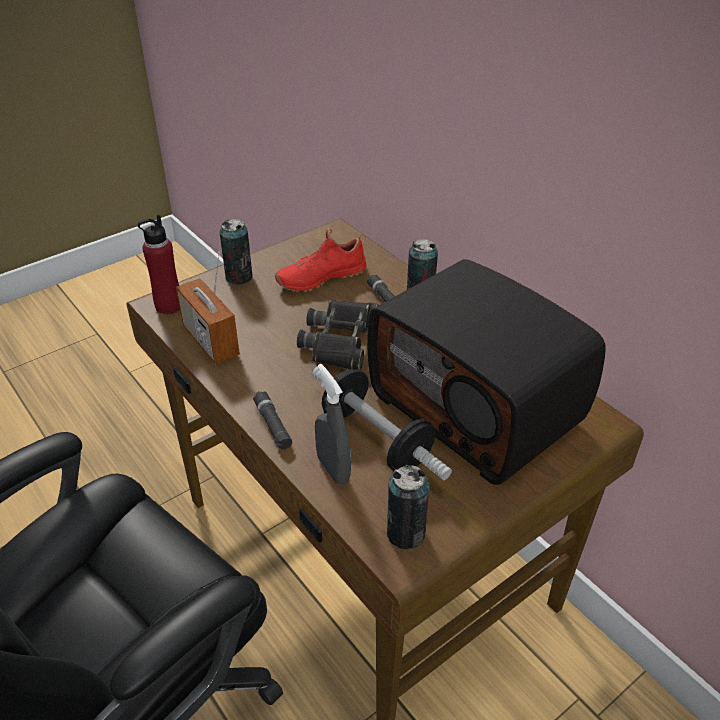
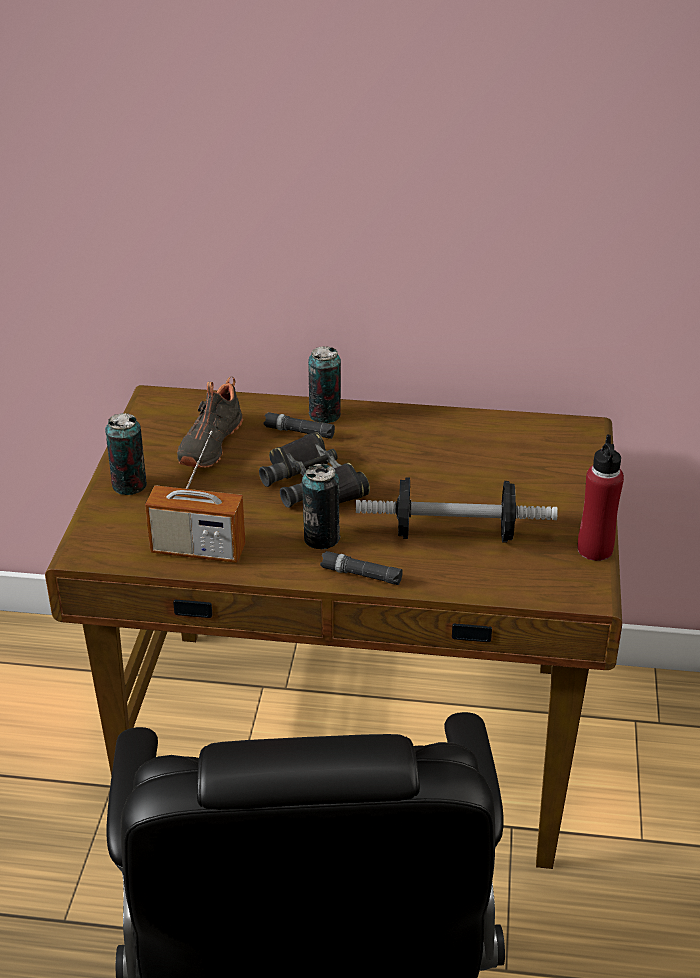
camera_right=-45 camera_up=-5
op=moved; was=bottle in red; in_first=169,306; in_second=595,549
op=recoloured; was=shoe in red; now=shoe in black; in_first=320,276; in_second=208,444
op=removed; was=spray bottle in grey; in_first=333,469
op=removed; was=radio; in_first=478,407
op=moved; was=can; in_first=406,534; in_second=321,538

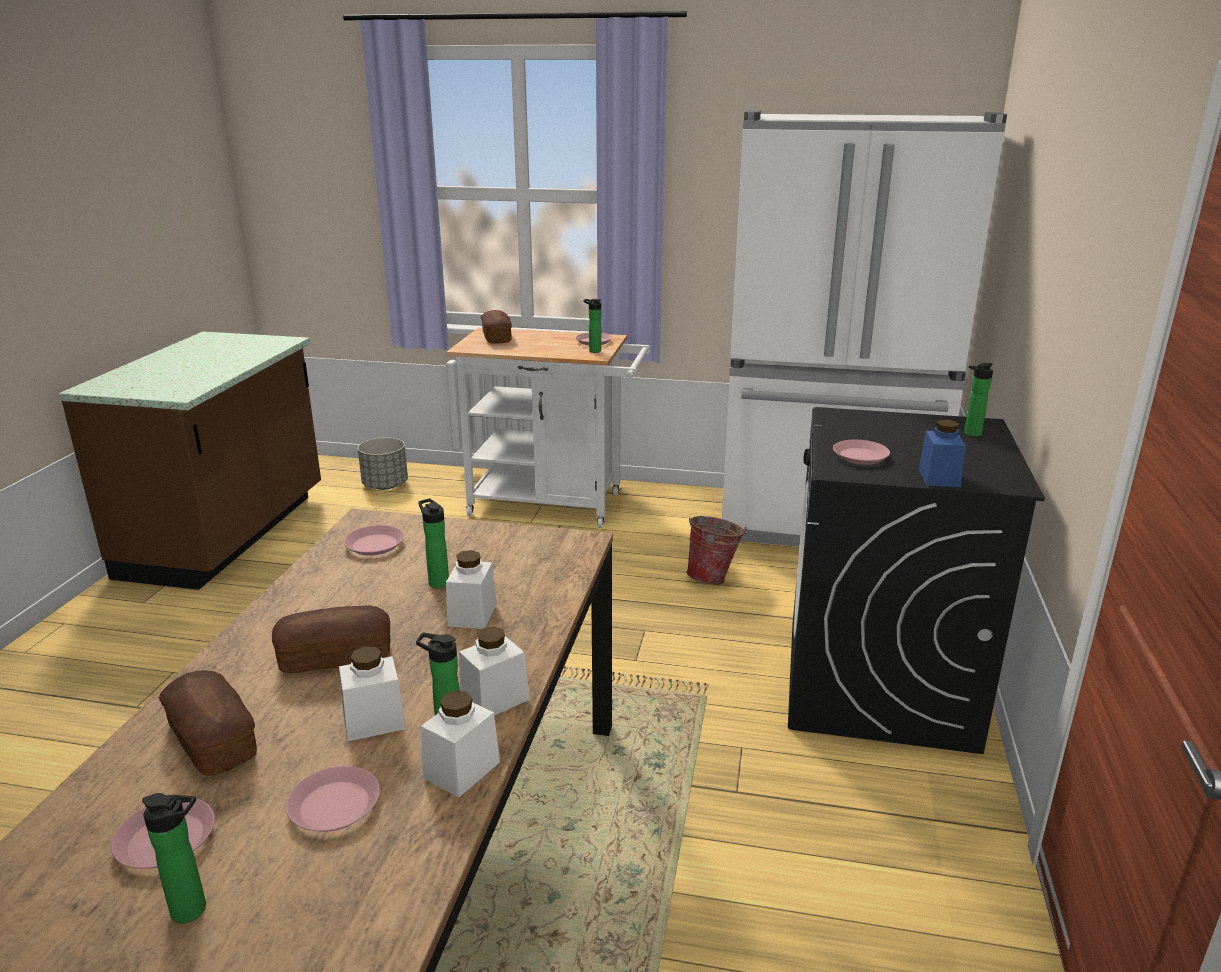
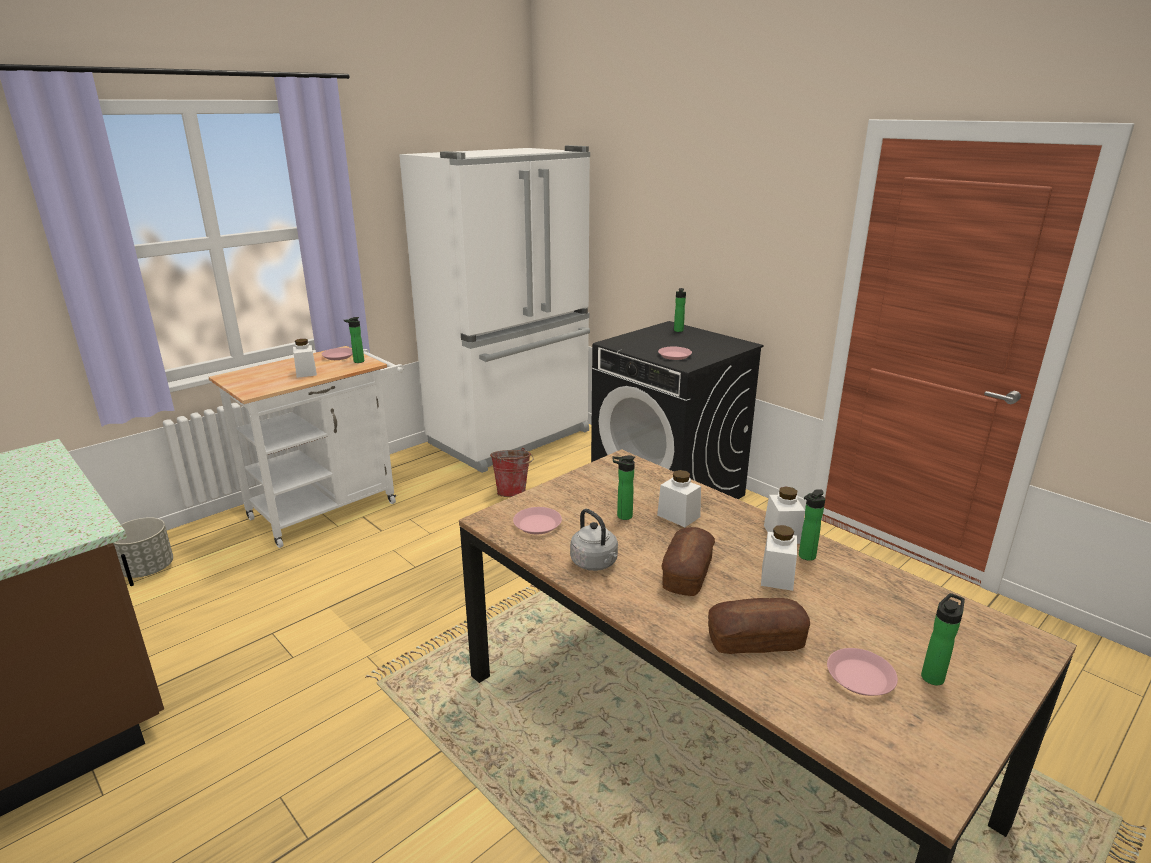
camera_right=-55 camera_up=0
op=removed; was=plate in pink; in_first=335,806
op=moved; was=jar in white; in_first=461,770; in_second=306,372
op=removed; was=bread; in_first=496,337
op=removed; was=jar in blue; in_first=939,478
op=added; now=kettle in grey; in_second=595,563

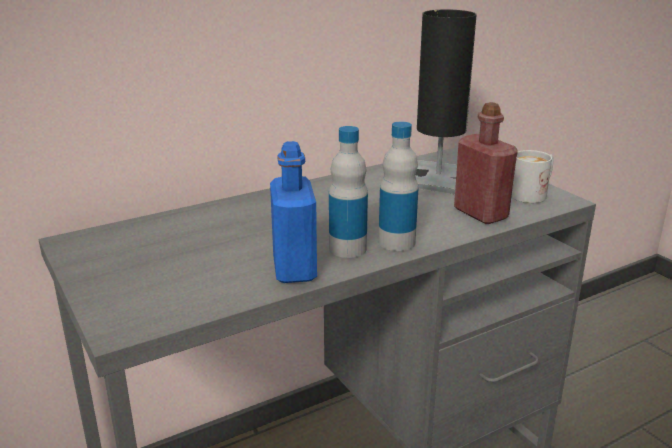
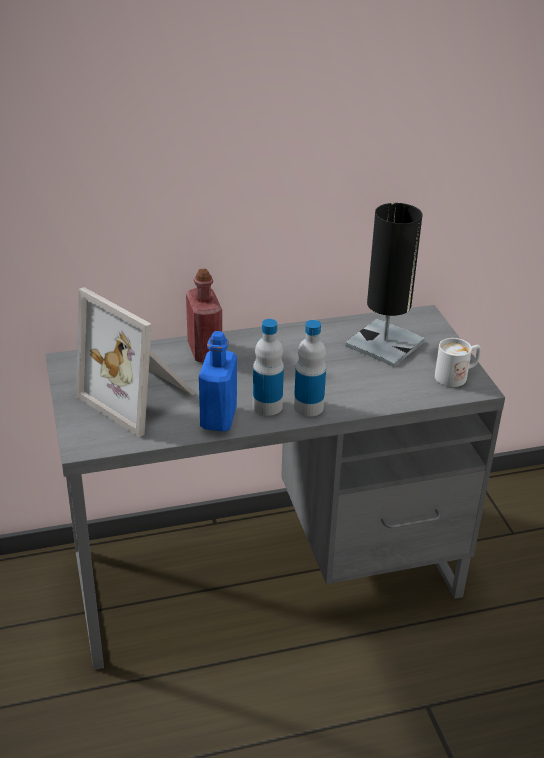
camera_right=15 camera_up=10
op=moved; was=bottle in red; in_first=480,213; in_second=204,351
op=added; now=picture frame; in_second=141,396

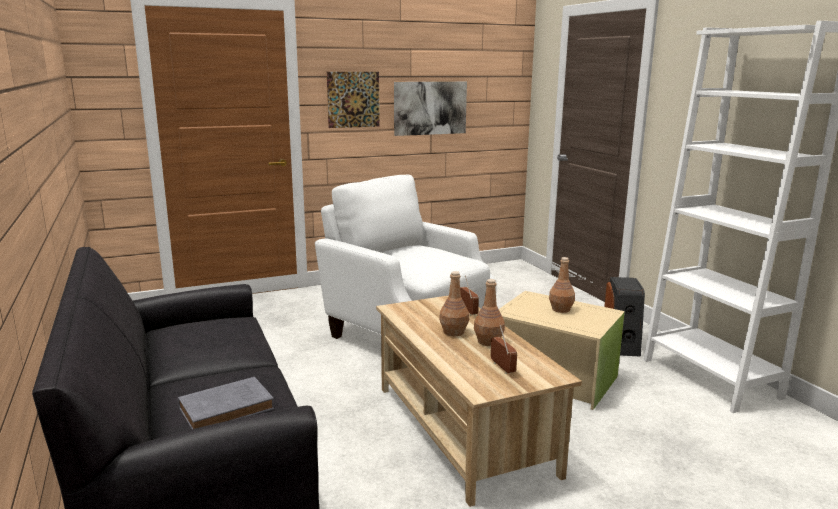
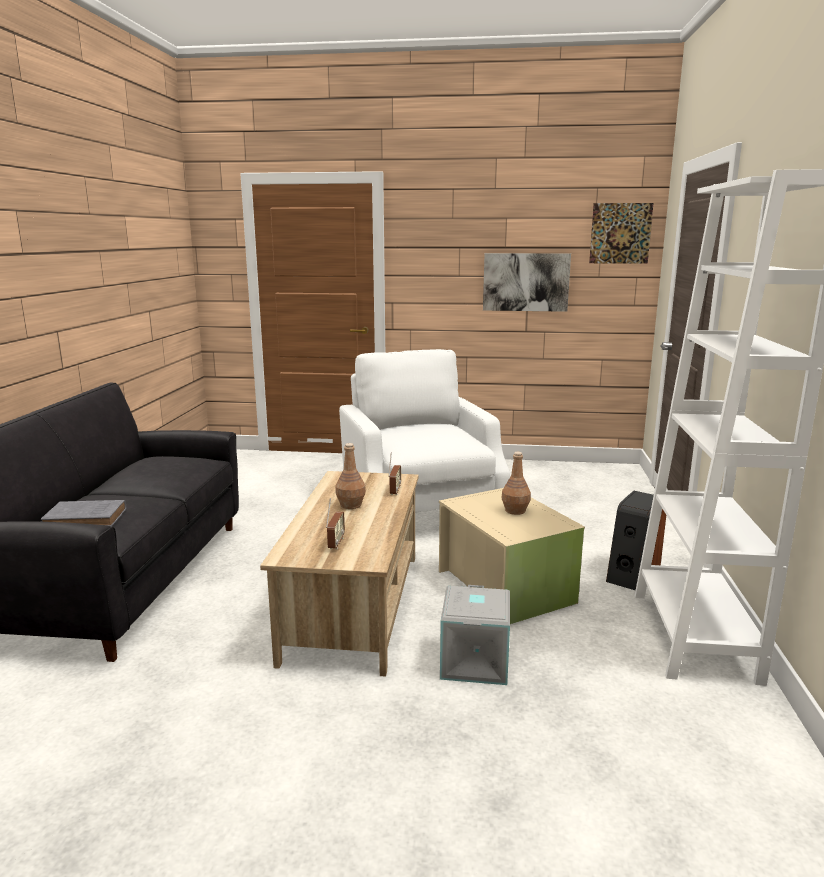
camera_right=30 camera_up=0
op=moved; was=picture; in_first=353,99; in_second=620,233
op=removed; was=bottle in brown; in_first=488,342
op=added; now=storage box in grey; in_second=476,662

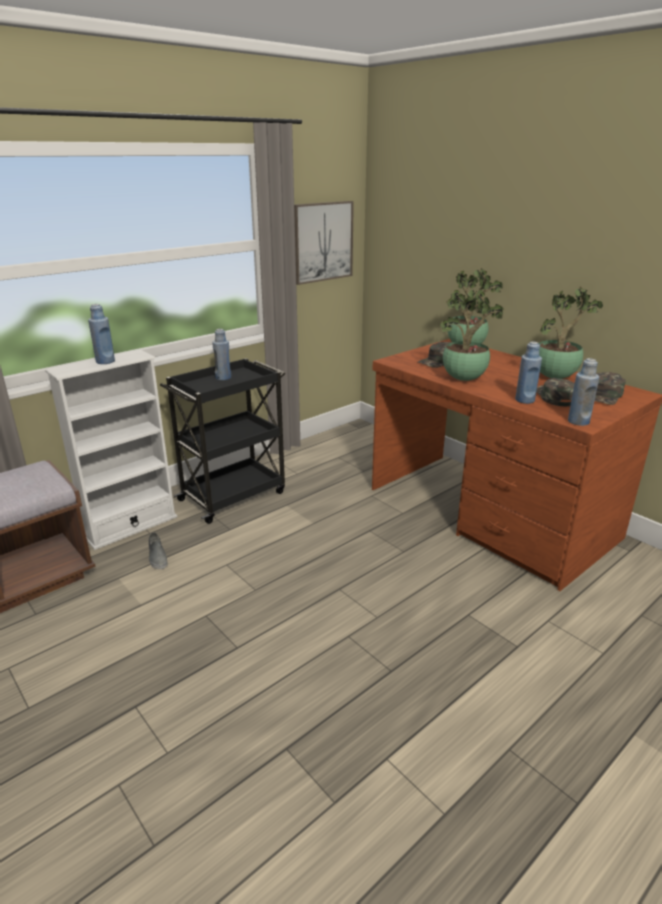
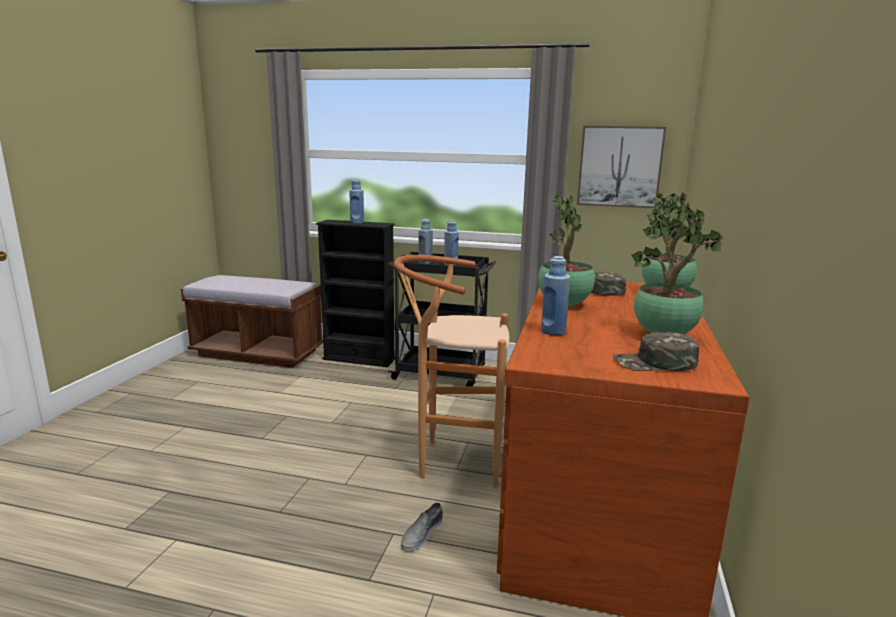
camera_right=55 camera_up=-10
op=recoloured; was=bookcase in white; now=bookcase in black; in_first=131,526; in_second=359,359
op=moved; was=shoe in grey; in_first=157,556; in_second=421,534
op=removed; was=cap in green; in_first=555,397
op=moved; was=bottle in blue; in_first=578,421; in_second=425,262
op=added; now=stool in brown; in_second=452,461

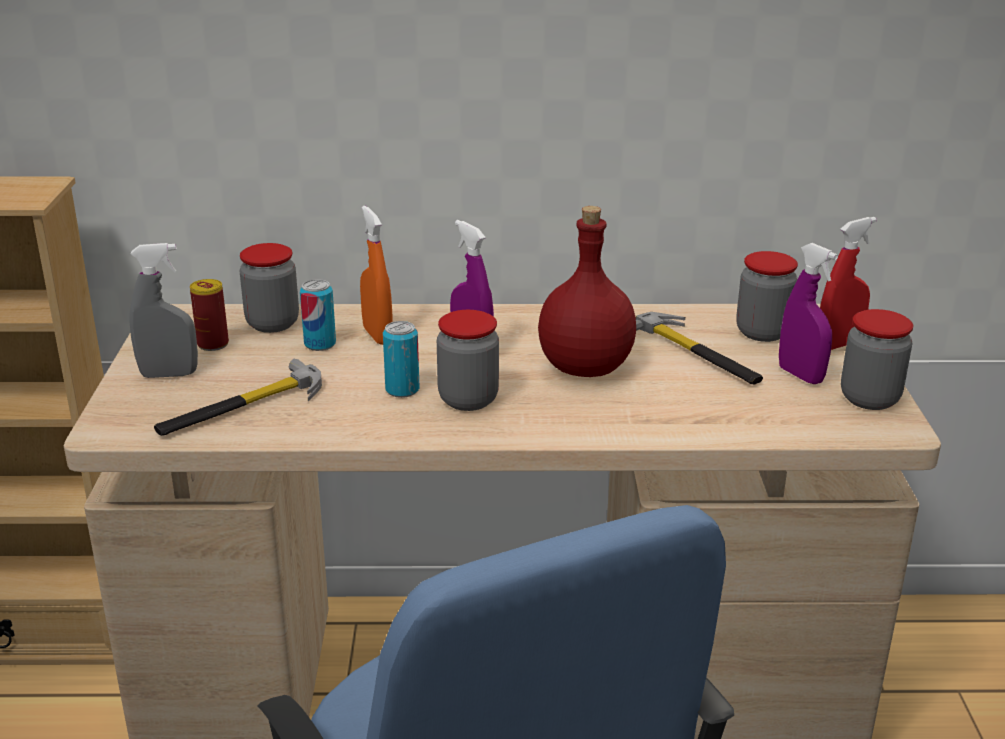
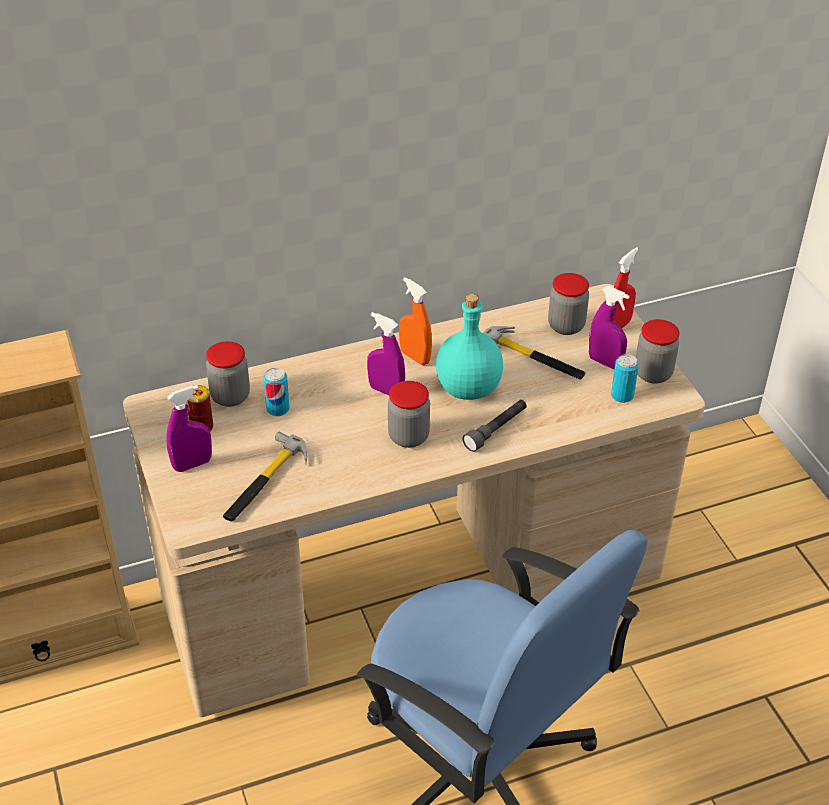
camera_right=-20 camera_up=15
op=recoloured; was=spray bottle in grey; now=spray bottle in purple; in_first=169,374; in_second=192,464
op=moved; was=spray bottle in orange; in_first=377,335; in_second=415,357
op=moved; was=can; in_first=402,390; in_second=622,395
op=recoloured; was=bottle in red; now=bottle in turquoise; in_first=583,367; in_second=467,388
op=added; now=flashlight in grey; in_second=496,430

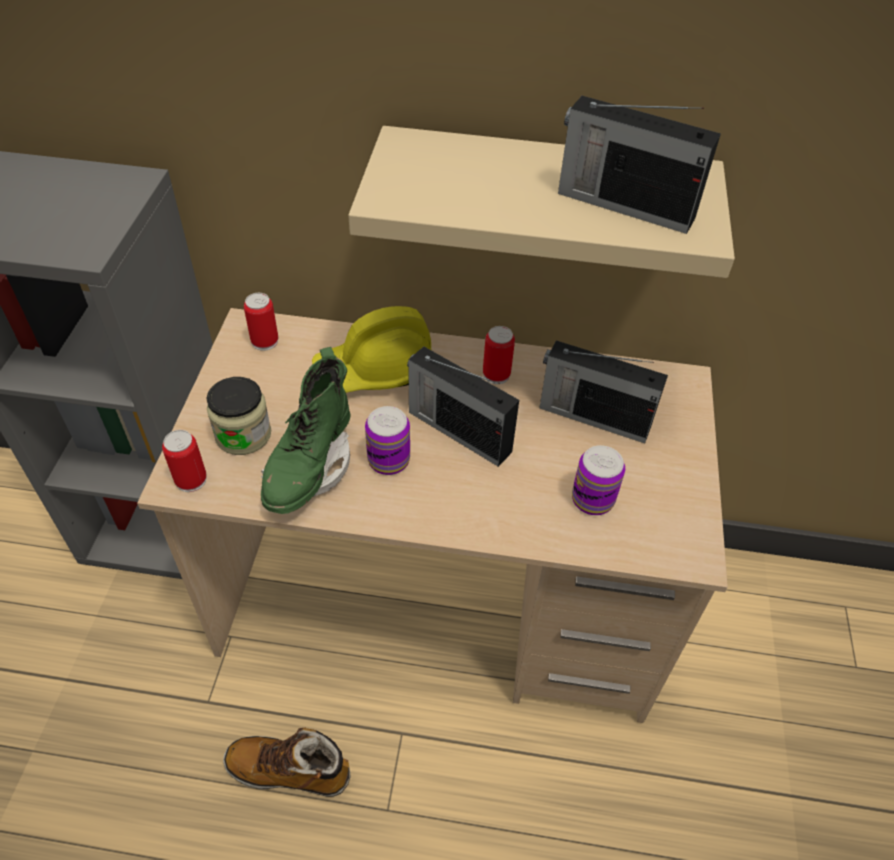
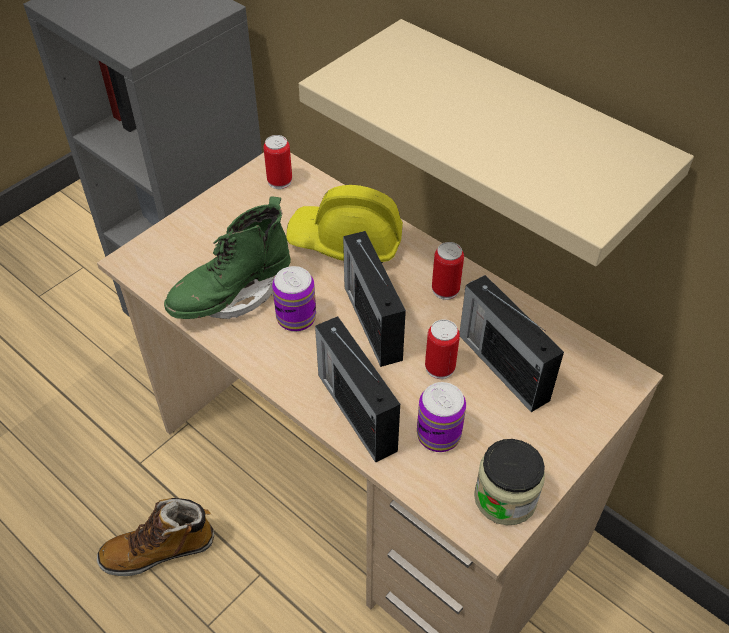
camera_right=35 camera_up=0
op=moved; was=can; in_first=191,480; in_second=440,367
op=moved; was=jar; in_first=243,434; in_second=505,498
op=turned; was=boot; in_first=290,770; in_second=159,550; clockwise=-60
op=moved; was=radio; in_first=623,204; in_second=356,410

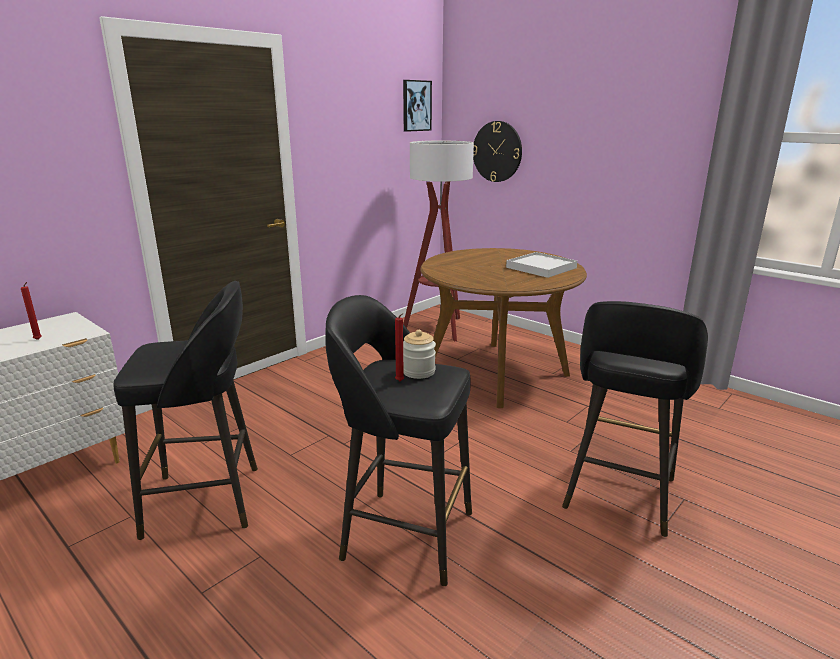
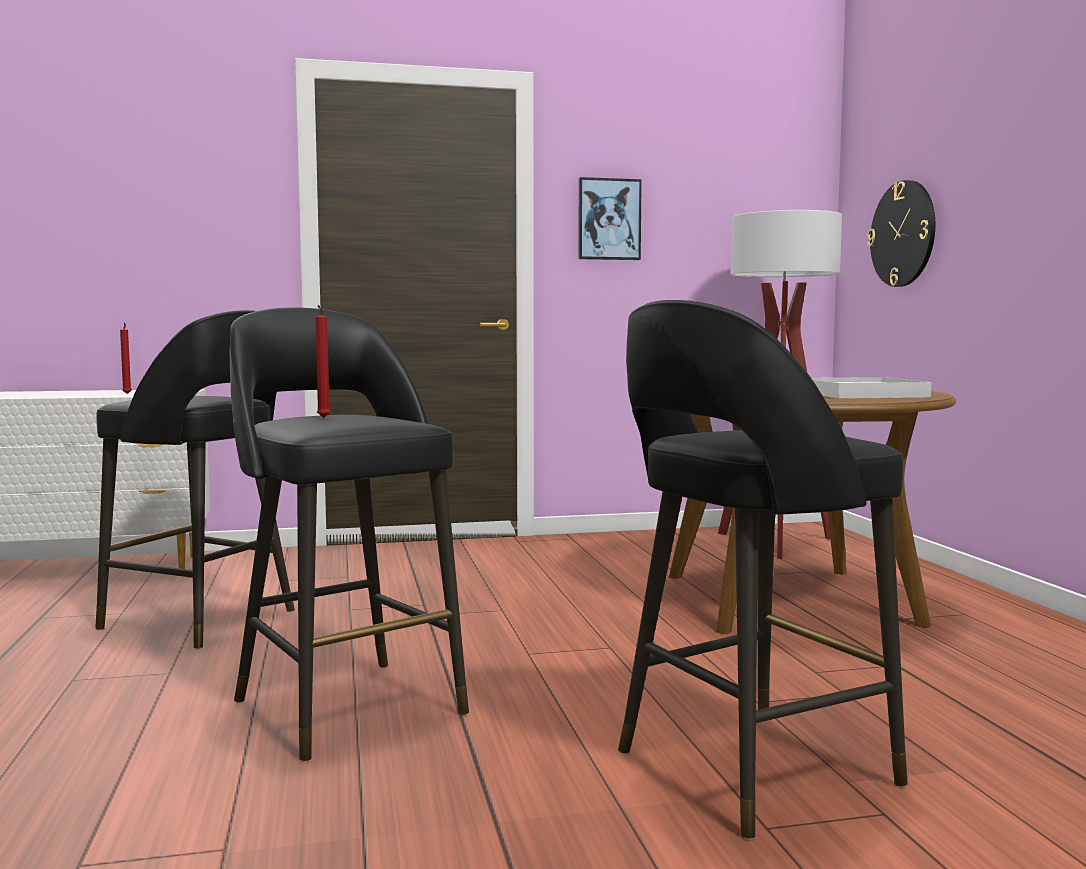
camera_right=35 camera_up=-15
op=moved; was=picture; in_first=416,106; in_second=609,219
op=removed; was=jar; in_first=418,372

